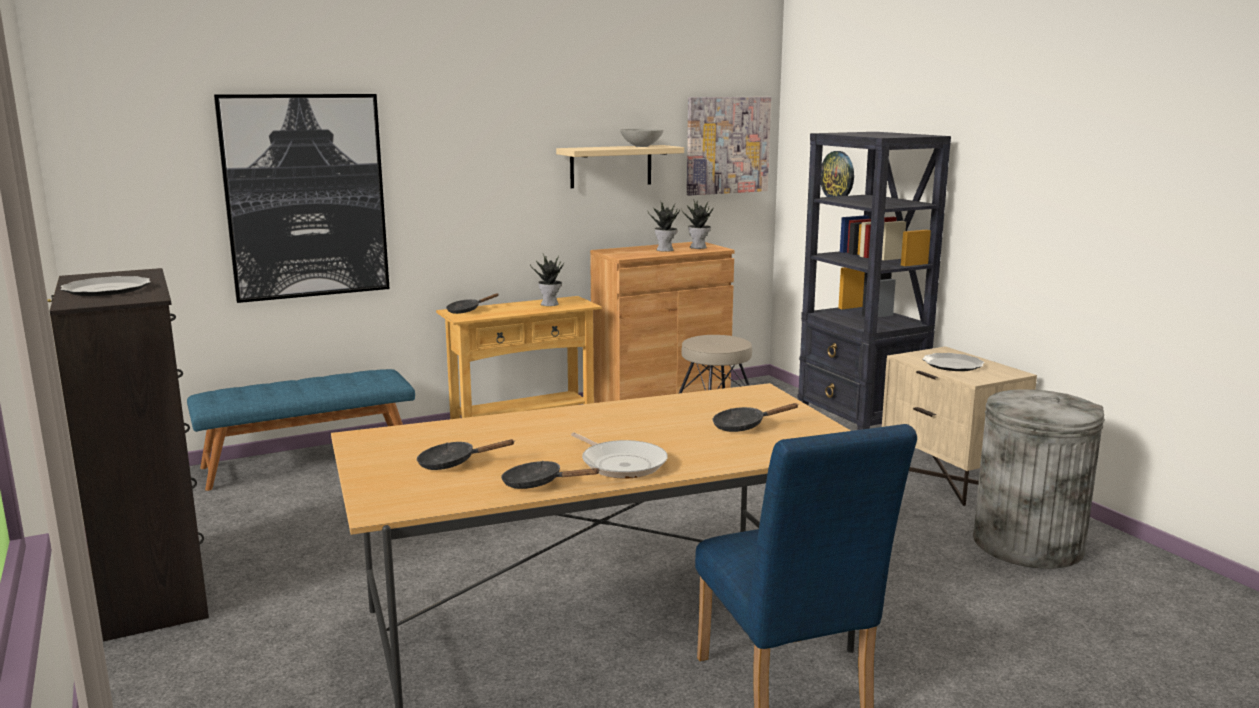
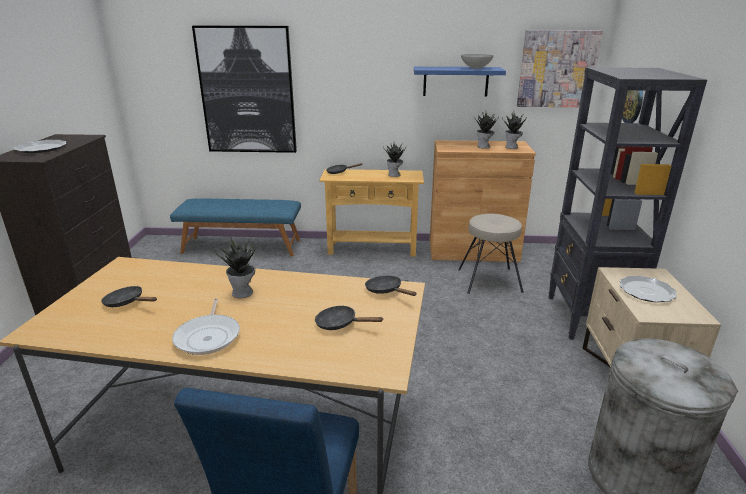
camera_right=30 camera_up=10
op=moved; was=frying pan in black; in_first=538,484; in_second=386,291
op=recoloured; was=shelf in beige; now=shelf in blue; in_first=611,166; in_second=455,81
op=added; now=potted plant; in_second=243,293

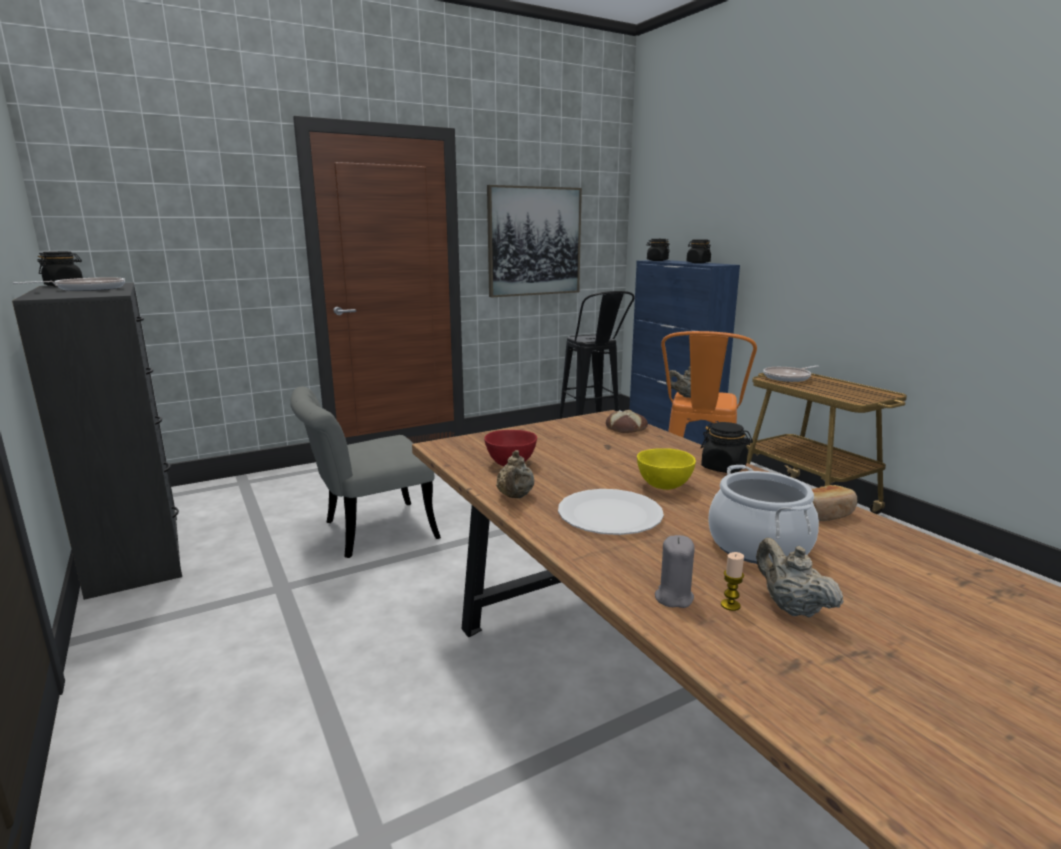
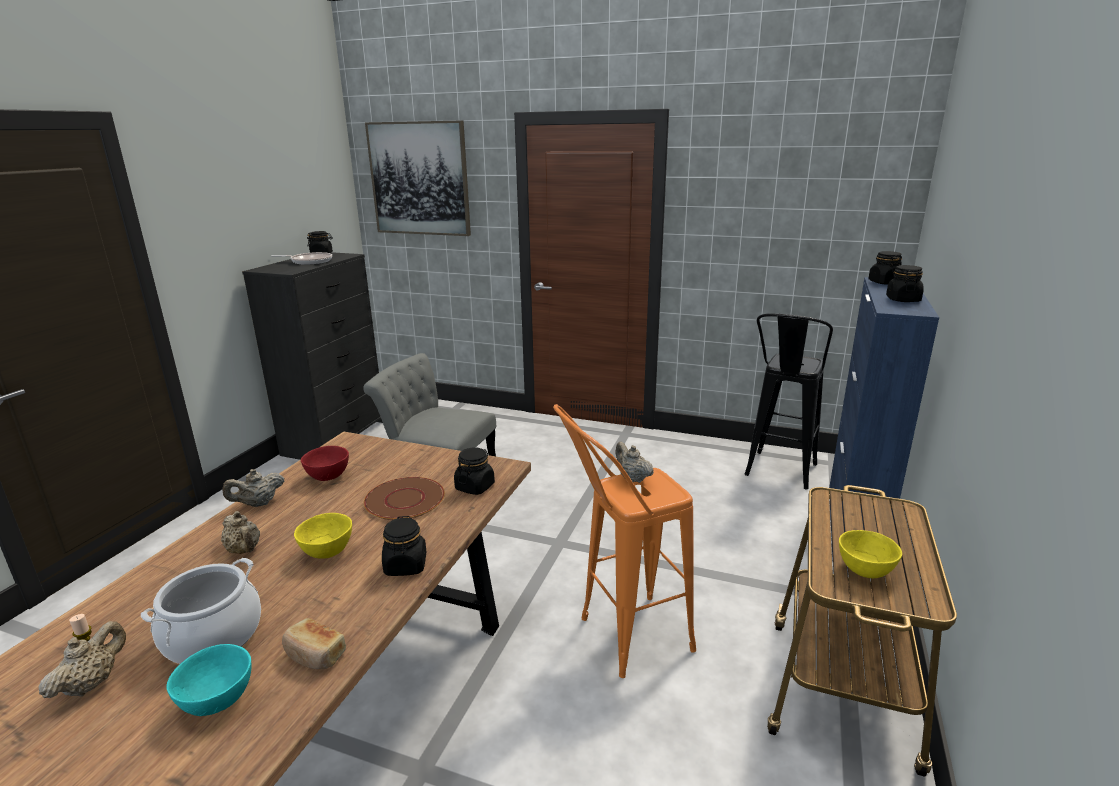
camera_right=50 camera_up=5
op=moved; was=picture; in_first=534,241; in_second=419,179
op=replaced; was=plate in white; now=teapot in beige; in_first=610,514; in_second=244,550
op=replaced; was=bread; now=jar in black; in_first=626,428; in_second=475,487
op=removed; was=candle in grey; in_first=673,597
op=removed; was=frying pan; in_first=788,377
op=added; now=bowl in turquoise; in_second=219,701
op=added; now=plate in brown; in_second=404,500
op=added; now=bowl in yellow; in_second=864,571

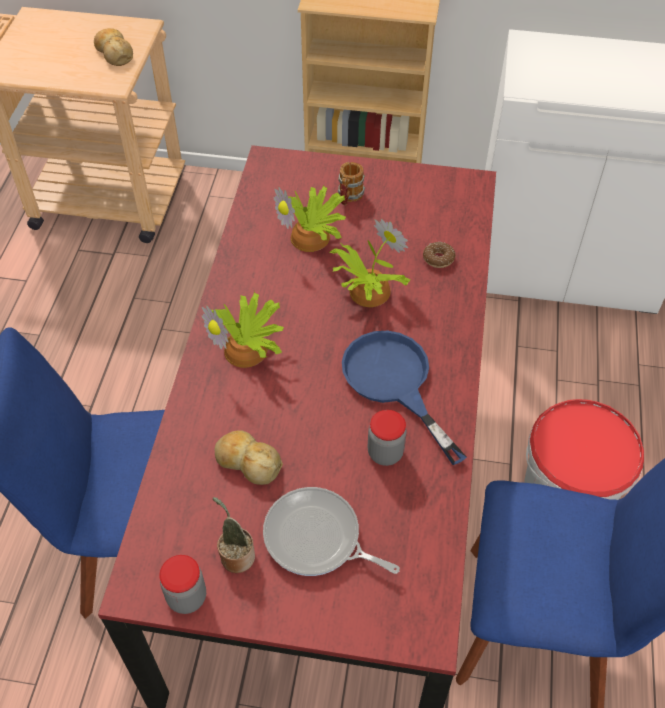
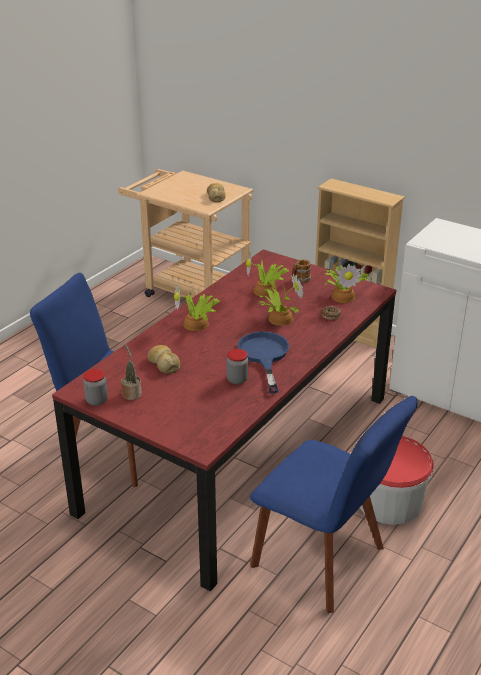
camera_right=25 camera_up=-20
op=removed; was=frying pan; in_first=316,539
op=added; now=potted plant; in_second=343,296

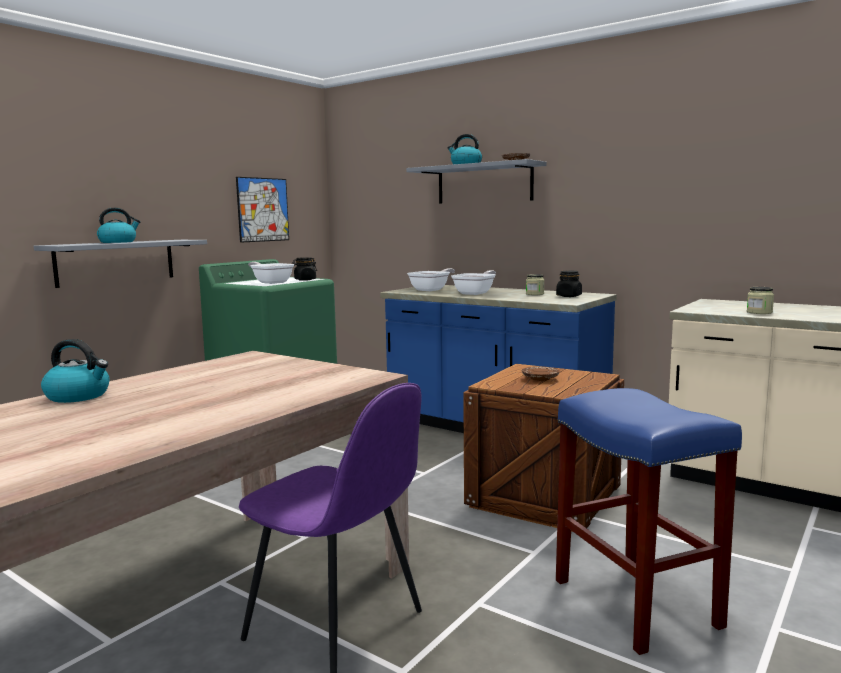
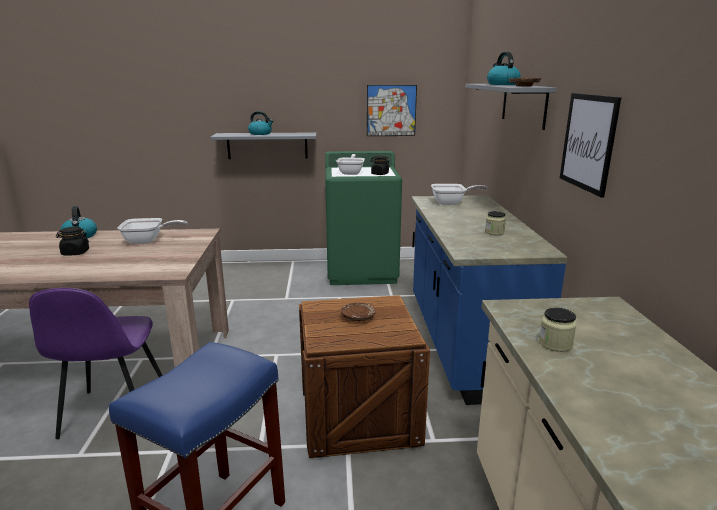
camera_right=50 camera_up=10
op=moved; was=frying pan; in_first=476,293; in_second=148,241
op=moved; was=jar in black; in_first=569,296; in_second=75,253
op=added; now=picture; in_second=588,142

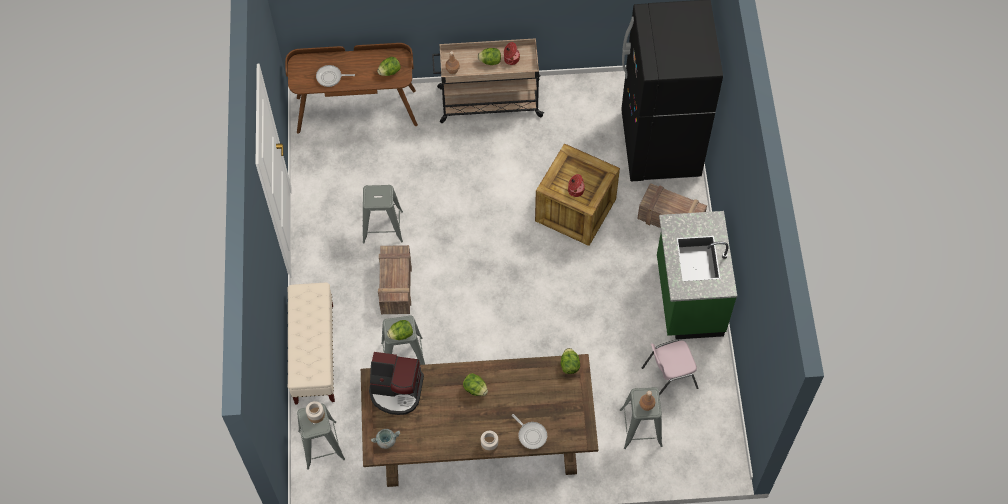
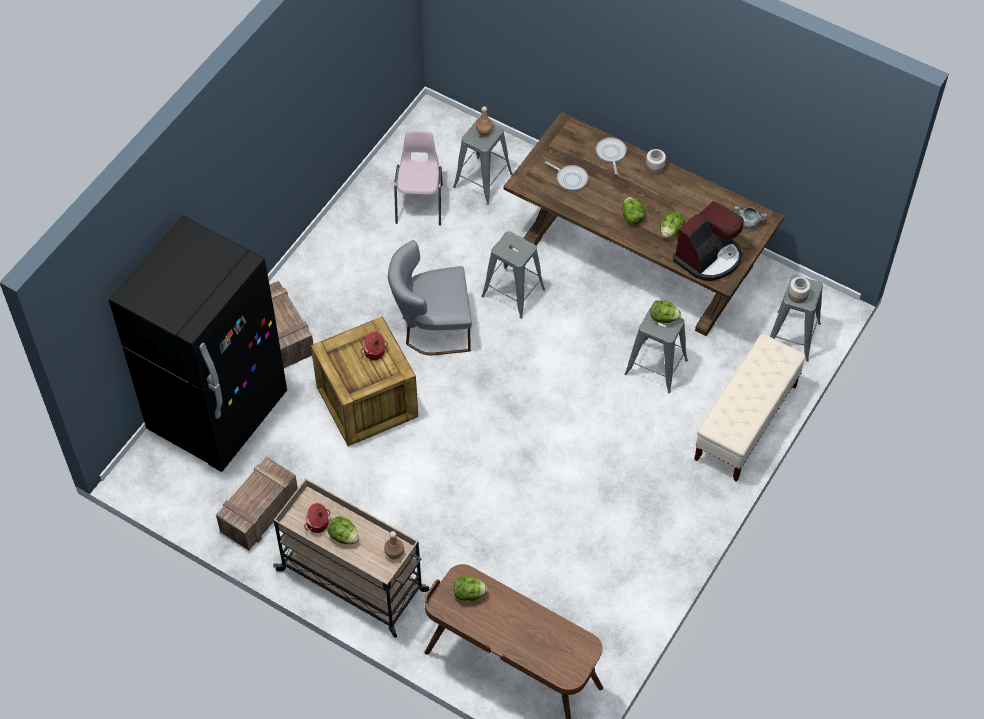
camera_right=-145 camera_up=-5
op=moved; was=frying pan; in_first=331,77; in_second=570,178
op=moved; was=stool in grey; in_first=382,227; in_second=513,293
op=turned; was=coffee machine; in_first=396,391; in_second=708,257; clockwise=90
op=moved; was=crate; in_first=395,285; in_second=259,514
op=moved; was=lettuce; in_first=569,365; in_second=671,231
op=turned; was=chair in pink; in_first=668,377; in_second=420,203; clockwise=-105
op=removed; was=counter in green; in_first=687,297
op=added; now=chair in grey; in_second=432,328

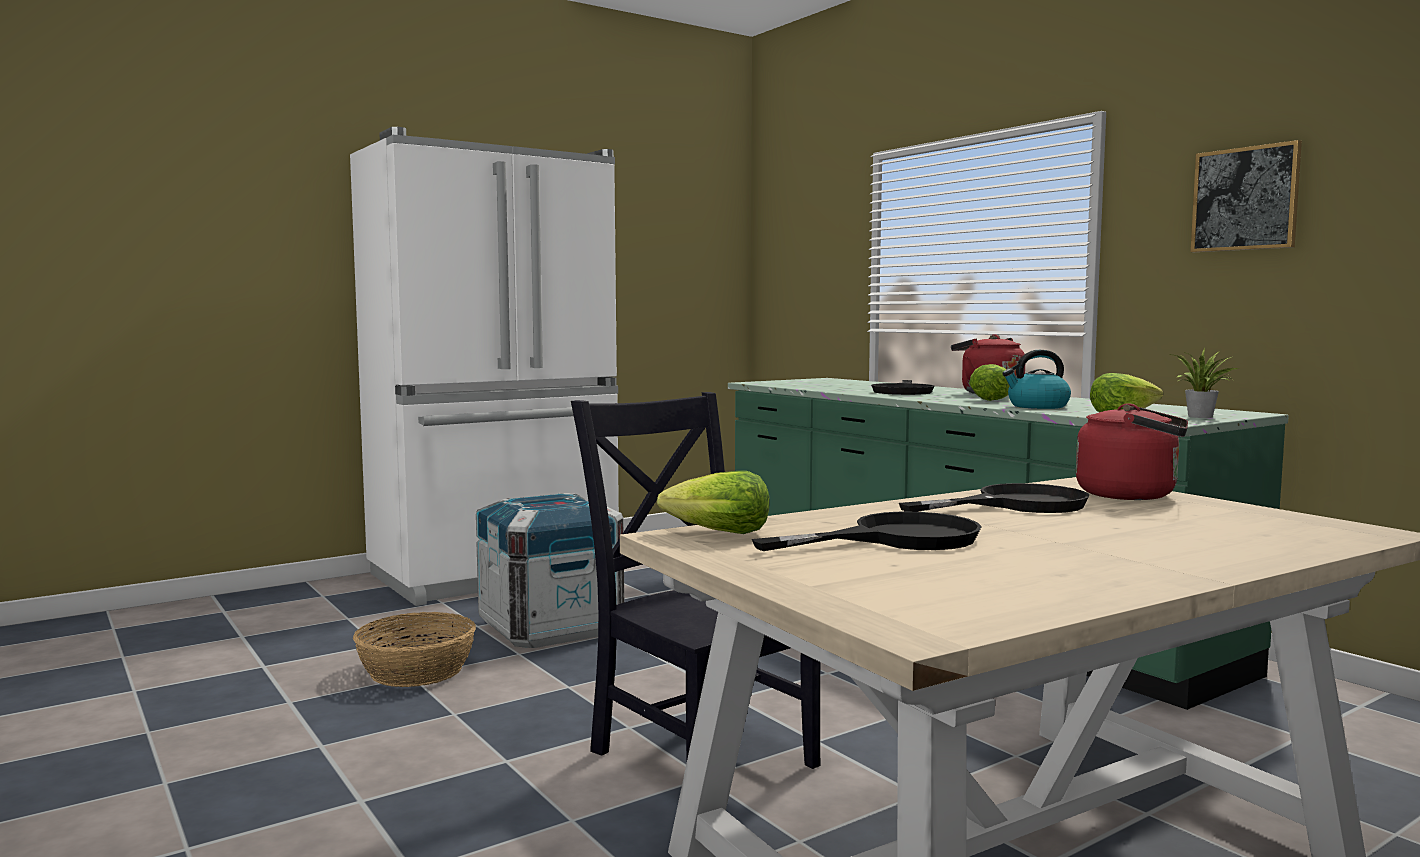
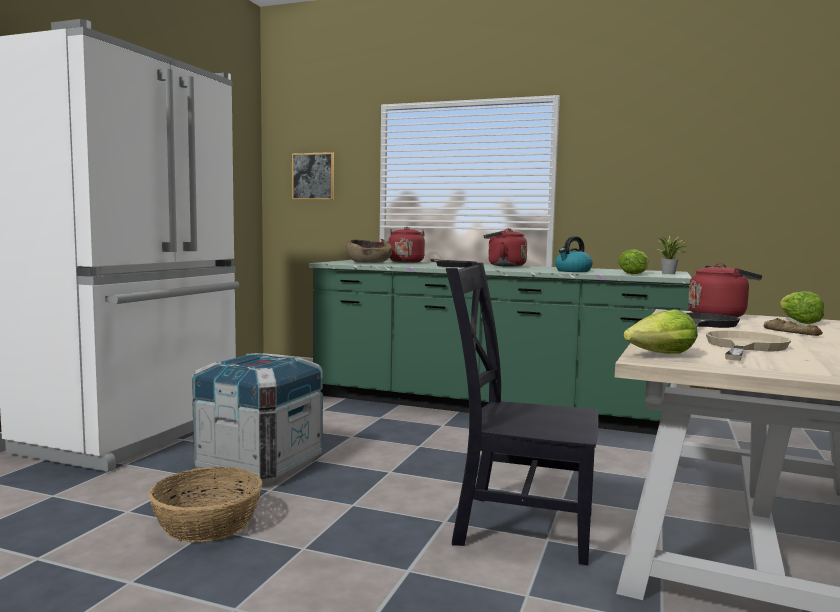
camera_right=-35 camera_up=0
op=recoloured; was=frying pan in black; now=frying pan in beige; in_first=896,539; in_second=744,347
op=moved; was=lettuce; in_first=992,399; in_second=797,322
op=moved; was=picture; in_first=1245,199; in_second=313,176
op=added; now=bowl in brown; in_second=369,262
op=added; now=kettle in red; in_second=405,262
op=added; now=bread; in_second=791,332

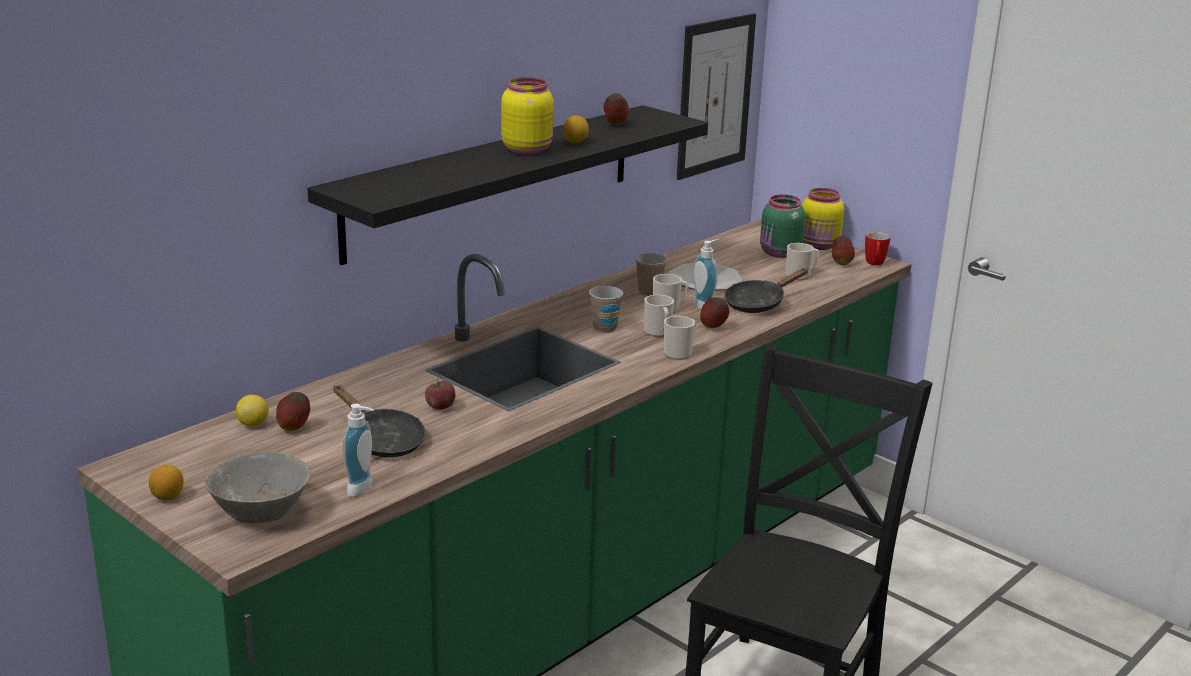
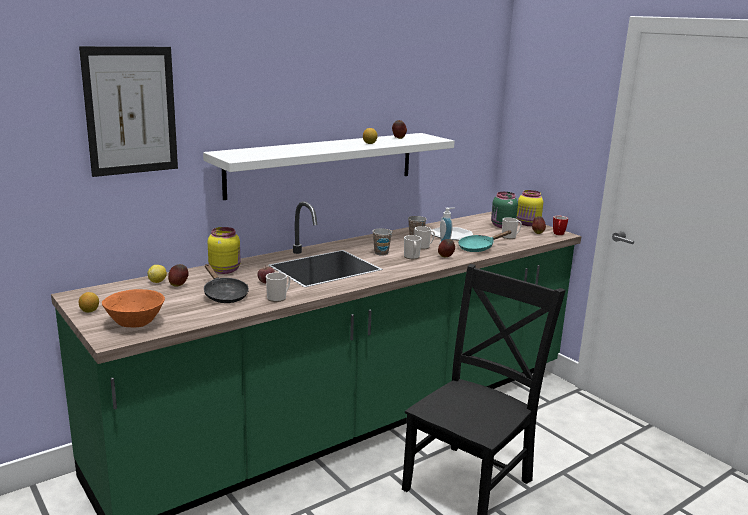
camera_right=10 camera_up=-5
op=recoloured; was=bowl in grey; now=bowl in orange; in_first=262,514; in_second=136,323
op=recoloured; was=shelf in black; now=shelf in white; in_first=493,180; in_second=323,164
op=removed; was=soap dispenser; in_first=363,489
op=moved; was=jar in yellow; in_first=527,149; in_second=225,270
op=moved; was=mug; in_first=680,353; in_second=278,298
op=moved; was=picture; in_first=715,96; in_second=131,111
op=recoloured; was=frying pan in black; now=frying pan in turquoise; in_first=758,303; in_second=478,248

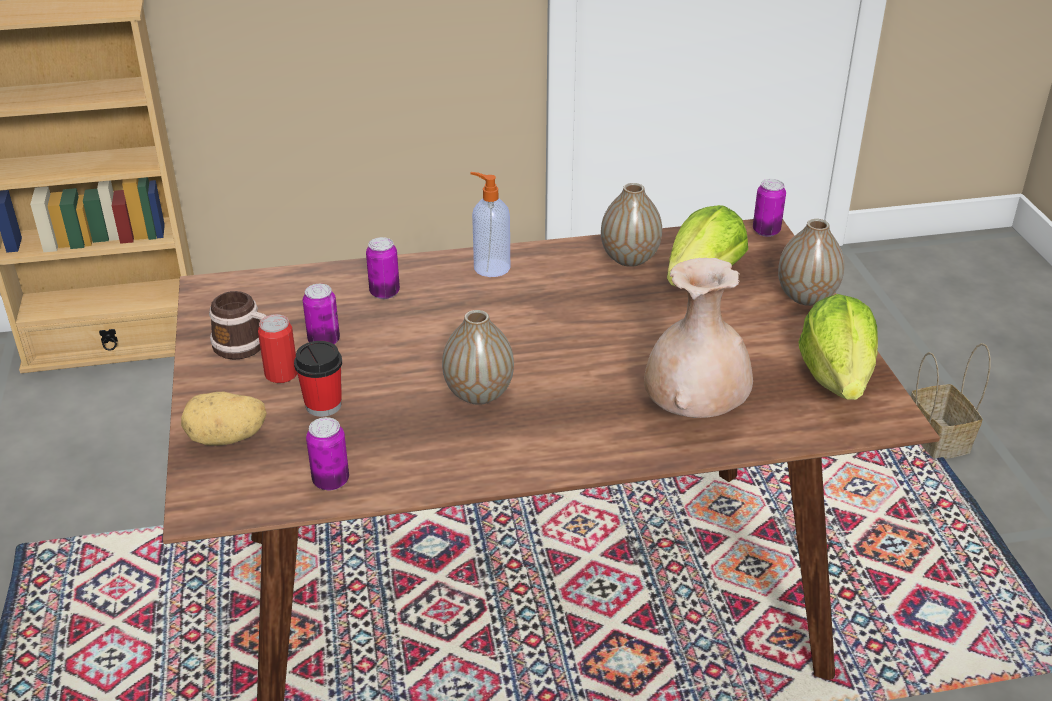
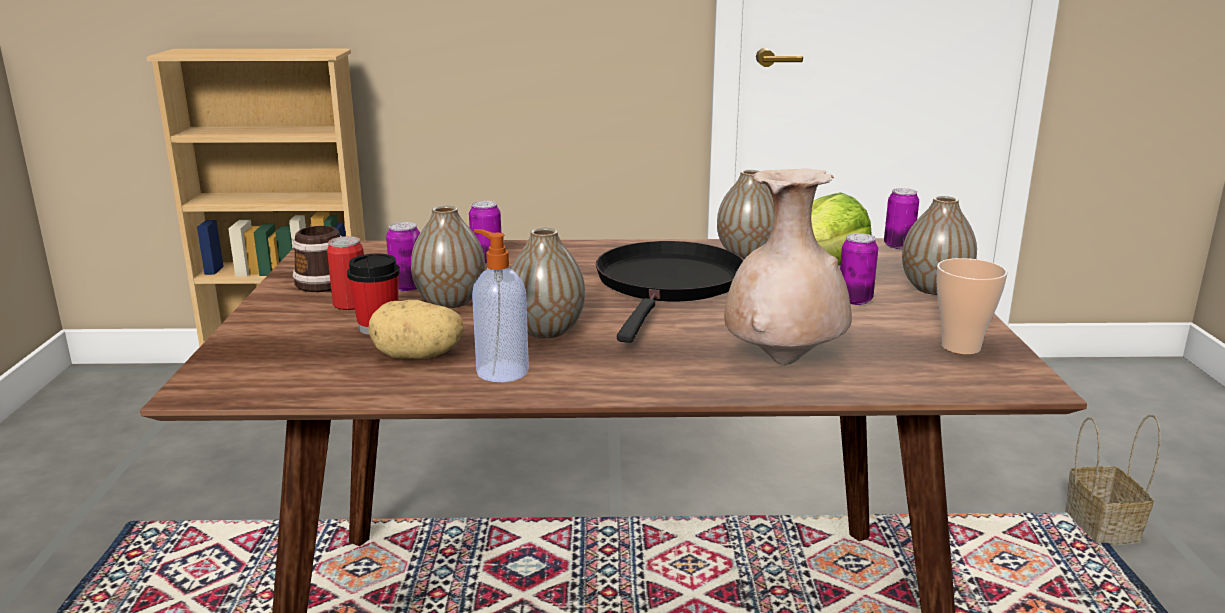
camera_right=10 camera_up=-15
op=moved; was=potato; in_first=227,438; in_second=417,357
op=moved; was=can; in_first=331,481; in_second=855,300
op=moved; was=soap dispenser; in_first=490,267; in_second=501,371
op=replaced; was=lettuce; now=cup; in_first=836,377; in_second=961,347
op=added; now=vase; in_second=450,302
op=added; now=frying pan in black; in_second=668,285

